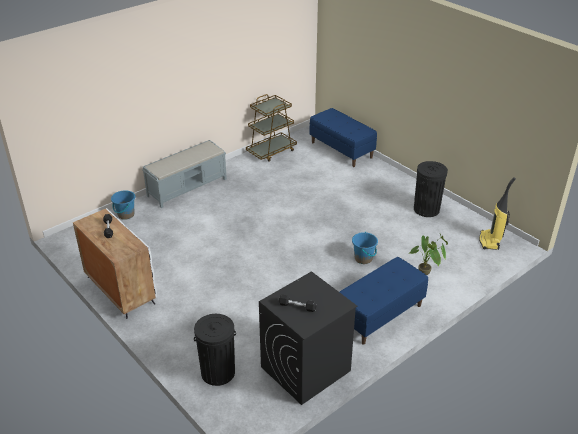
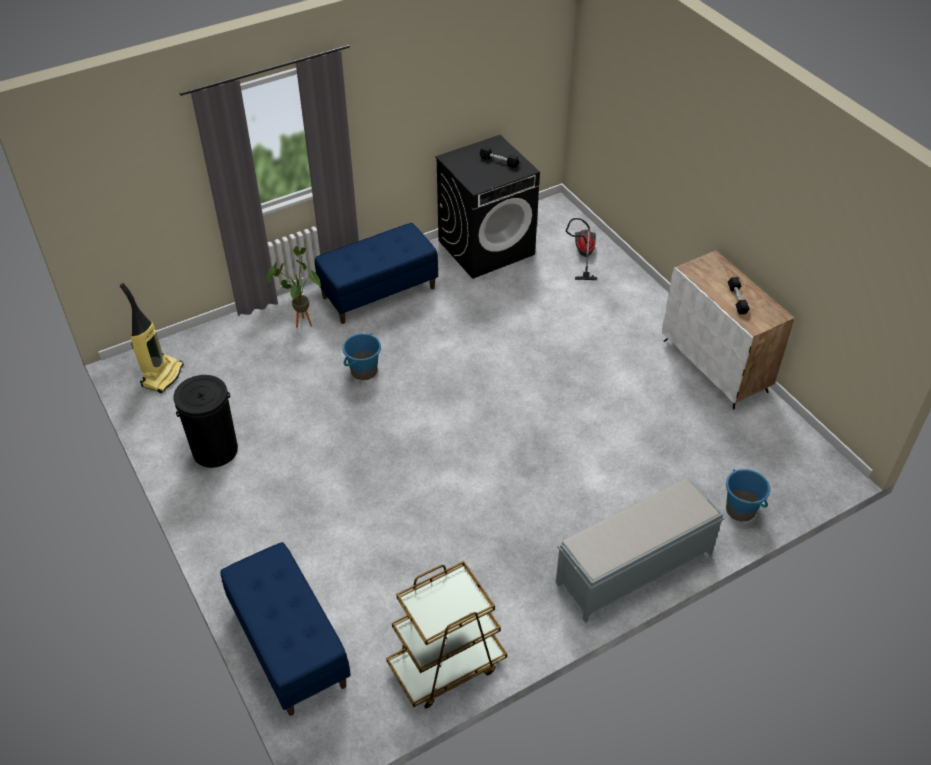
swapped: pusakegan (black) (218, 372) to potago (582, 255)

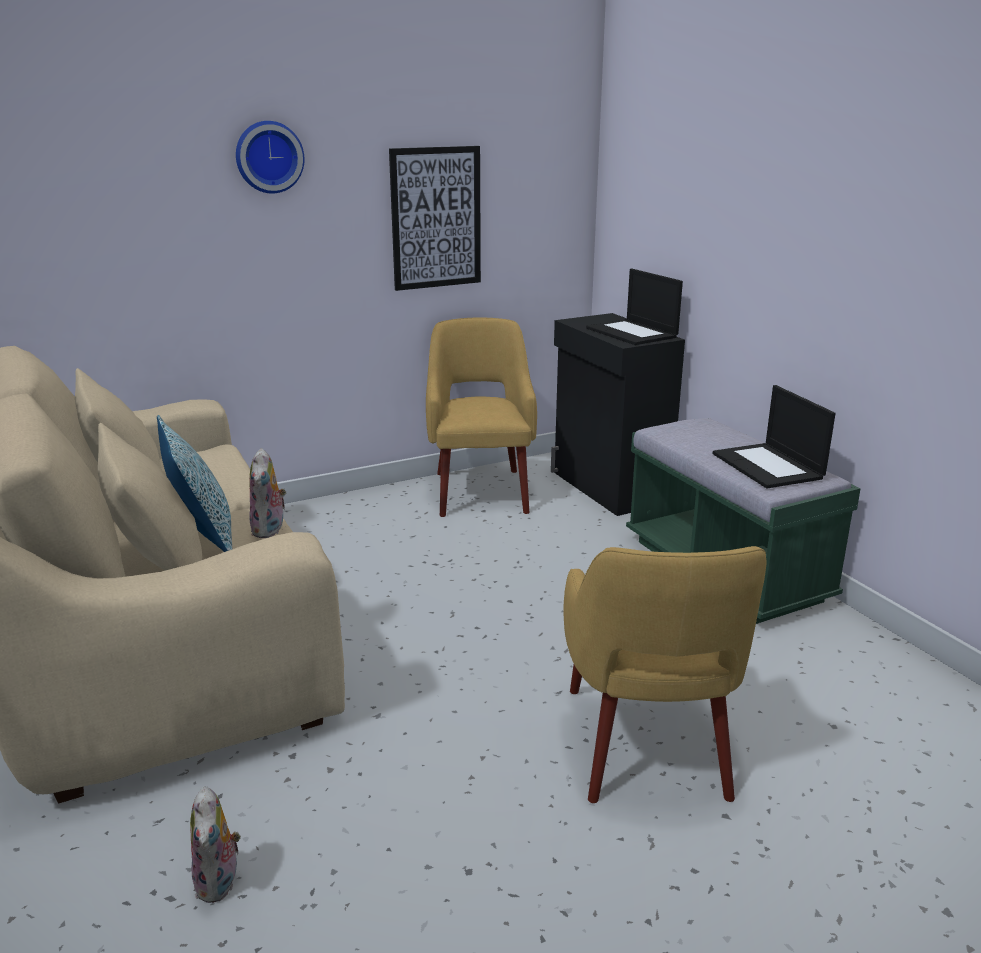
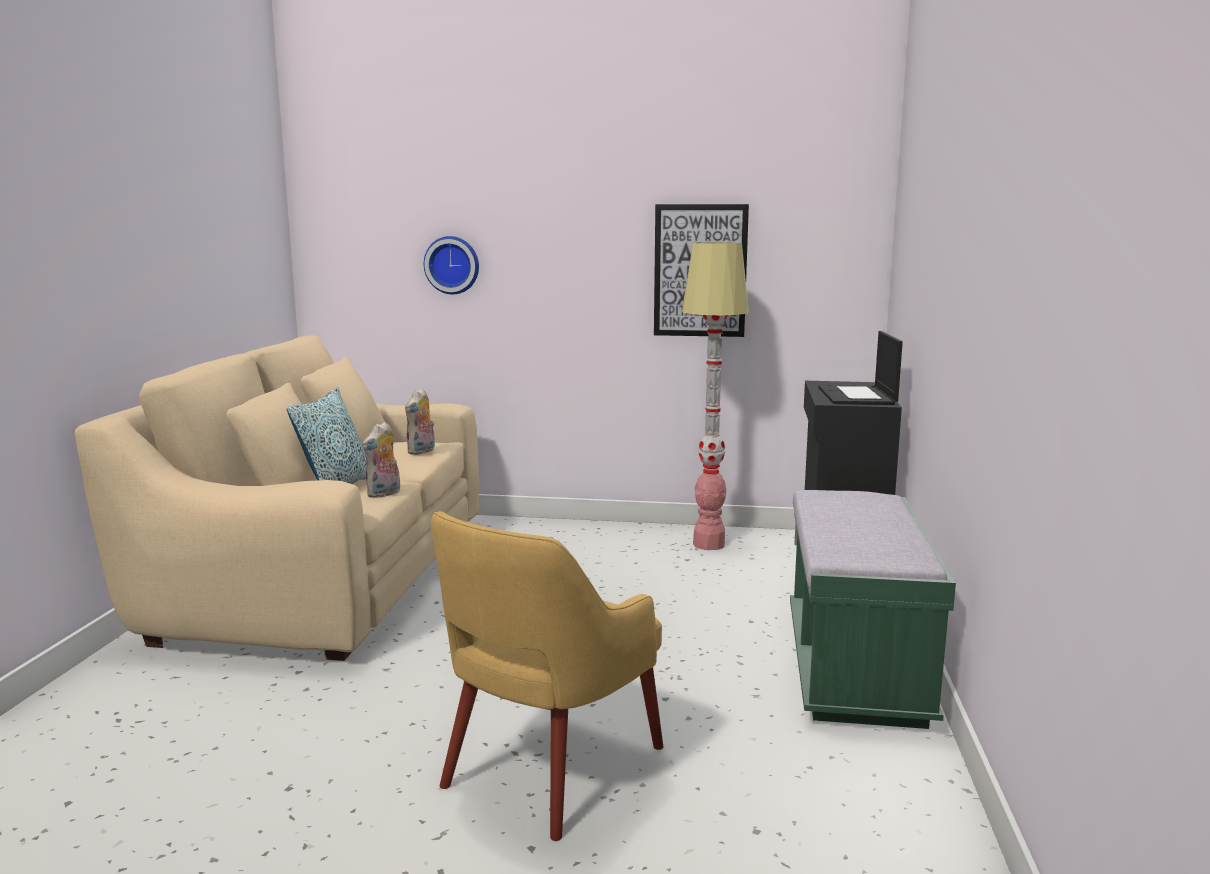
gone: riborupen (769, 466)
shifted: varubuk (220, 882) to (422, 451); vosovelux (268, 157) to (452, 265)
swapped: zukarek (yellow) (480, 490) to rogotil (708, 544)

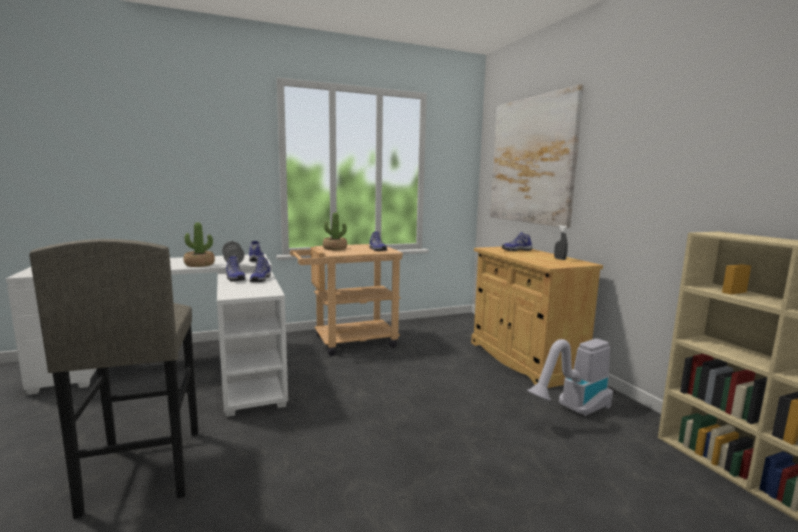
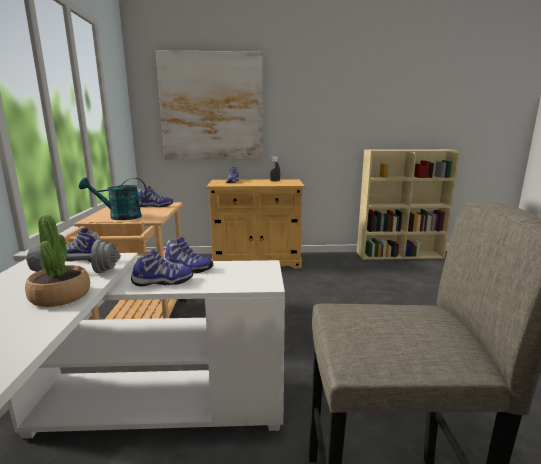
gone: potago (573, 411)
swapped: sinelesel (335, 249) to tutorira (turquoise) (119, 217)

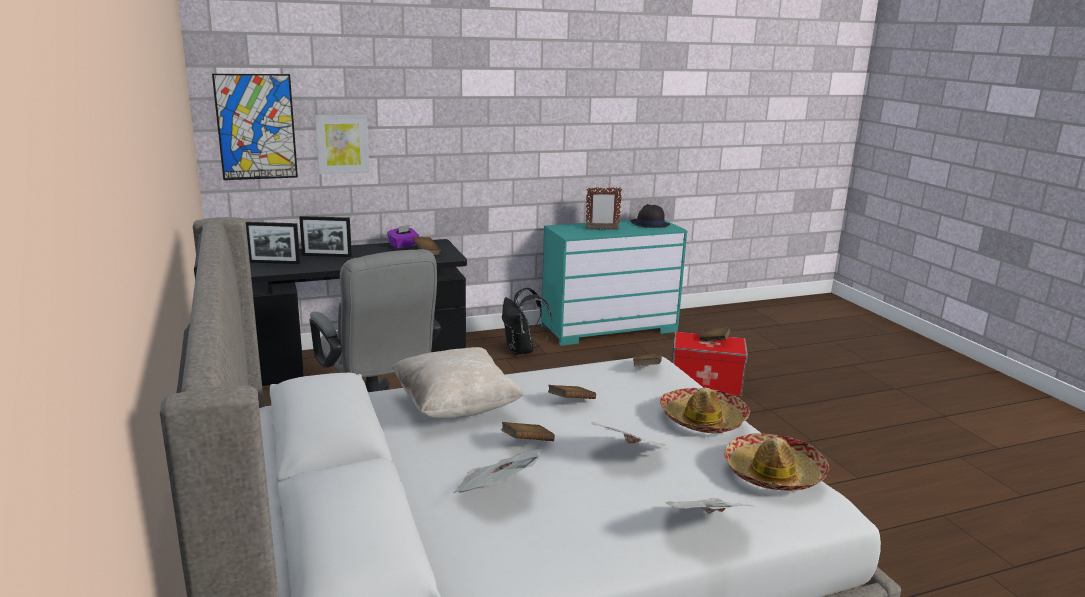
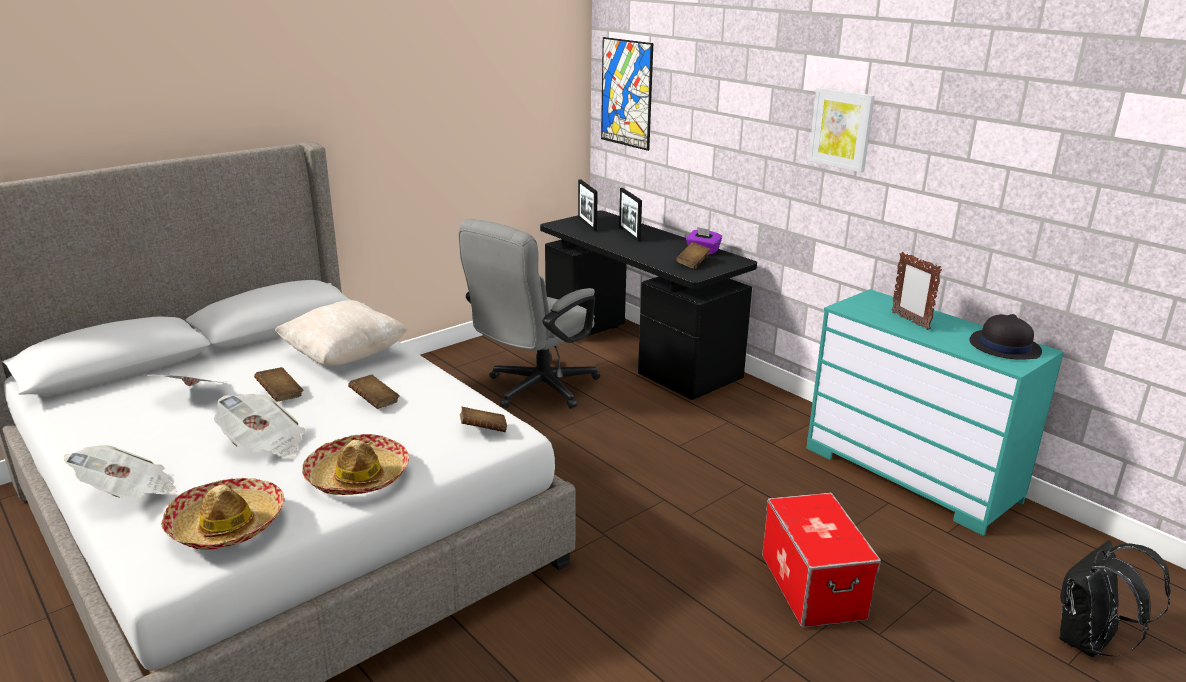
gone: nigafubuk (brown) (714, 341)
shifted: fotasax (342, 144) to (841, 129); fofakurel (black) (522, 350) to (1088, 643)

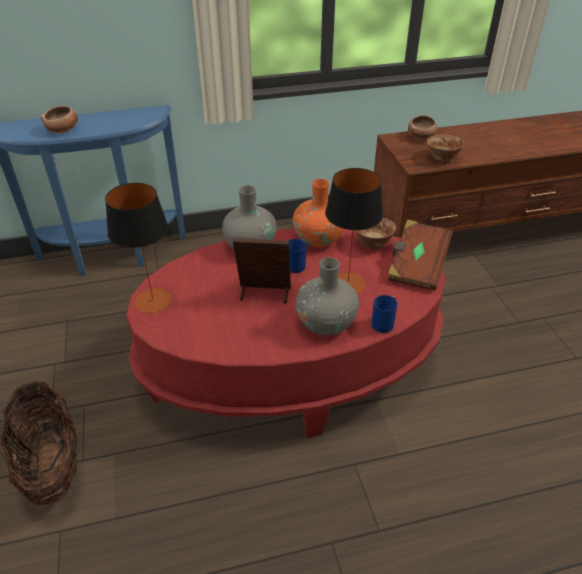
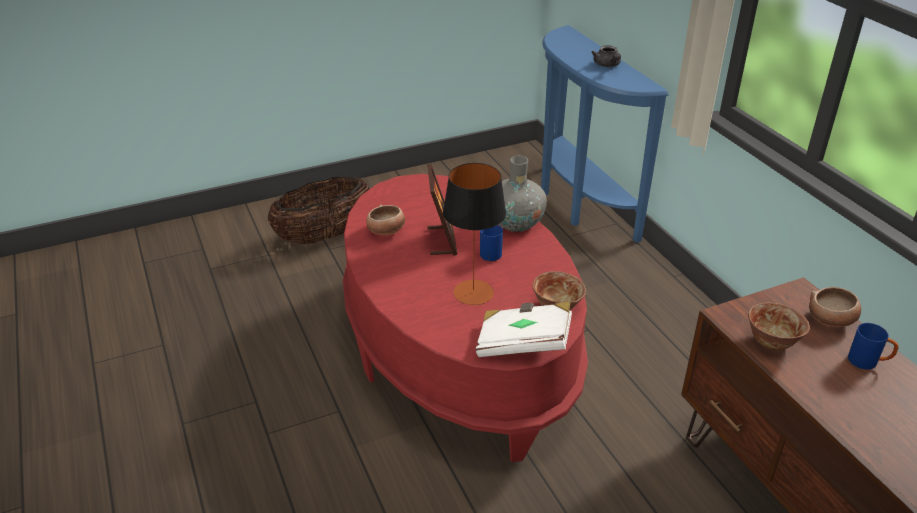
gone: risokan (153, 301); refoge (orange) (318, 239); refoge (grey) (326, 323)
new: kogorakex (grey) (607, 65)
shifted: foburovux (63, 130) to (386, 231); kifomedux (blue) (384, 322) to (868, 362)
repainted: nigafubuk (brown) (416, 266) to nigafubuk (white) (523, 344)

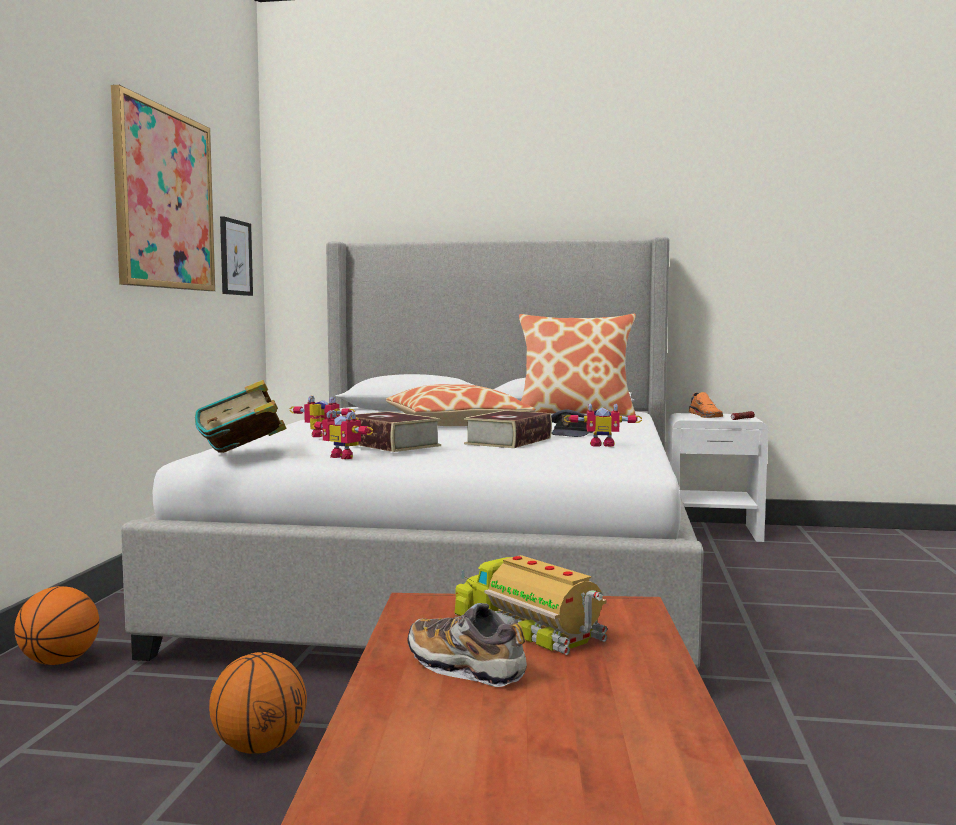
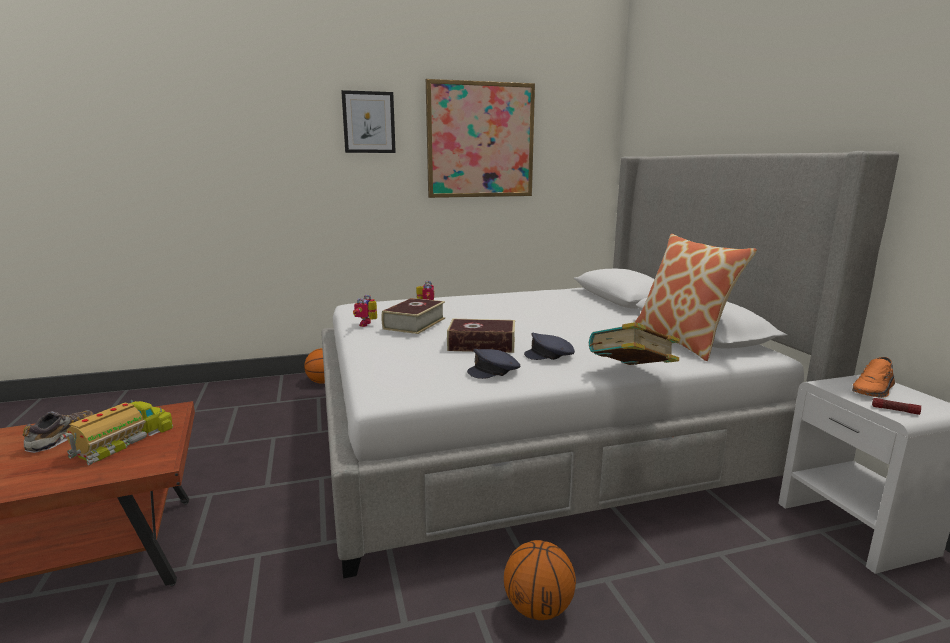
gone: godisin (457, 423)
shifted: nigafubuk (243, 456) to (630, 374); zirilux (259, 747) to (538, 608); fotasax (235, 257) to (368, 122)
swapped: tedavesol (602, 445) to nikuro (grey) (495, 371)

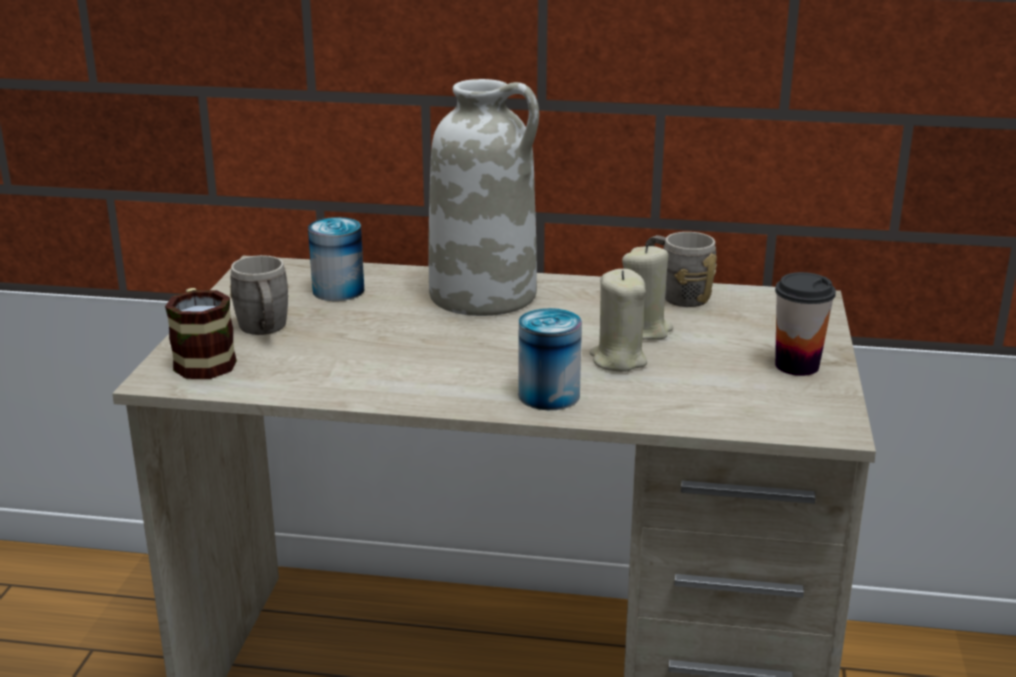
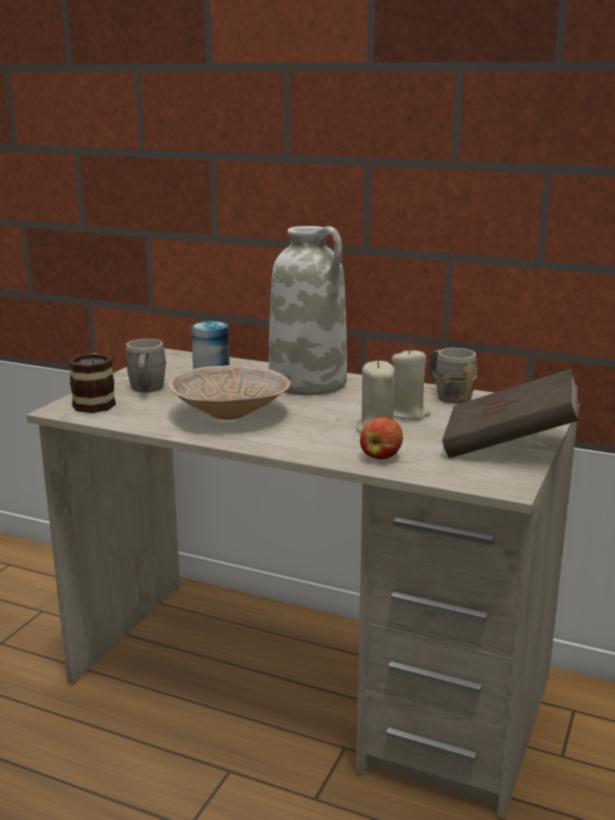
gone: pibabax (549, 395)
new: foburovux (beige) (231, 414); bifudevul (381, 456)
swapped: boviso (797, 365) to nigafubuk (brown) (508, 446)

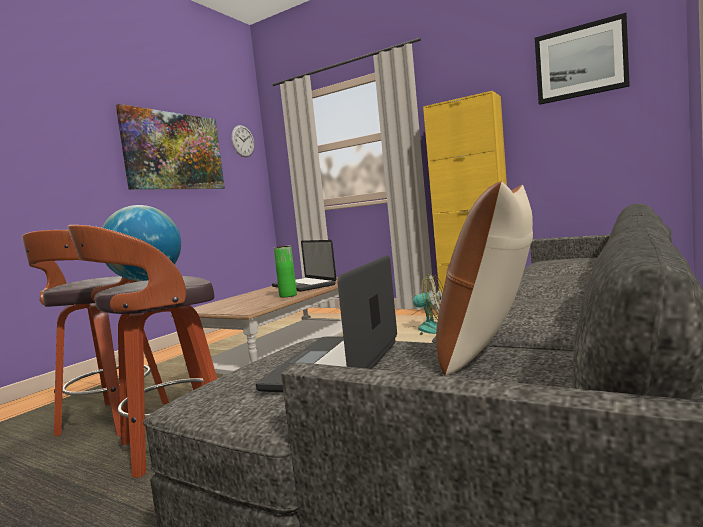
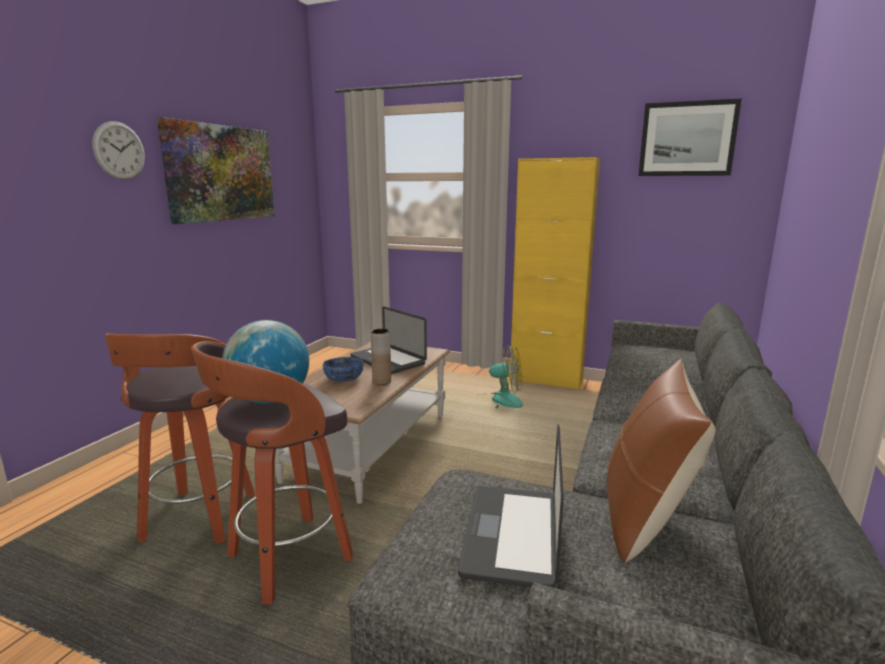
new: foburovux (blue) (344, 378)
shifted: vosovelux (243, 141) to (119, 150)
repainted: refoge (green) (288, 295) to refoge (brown) (381, 381)

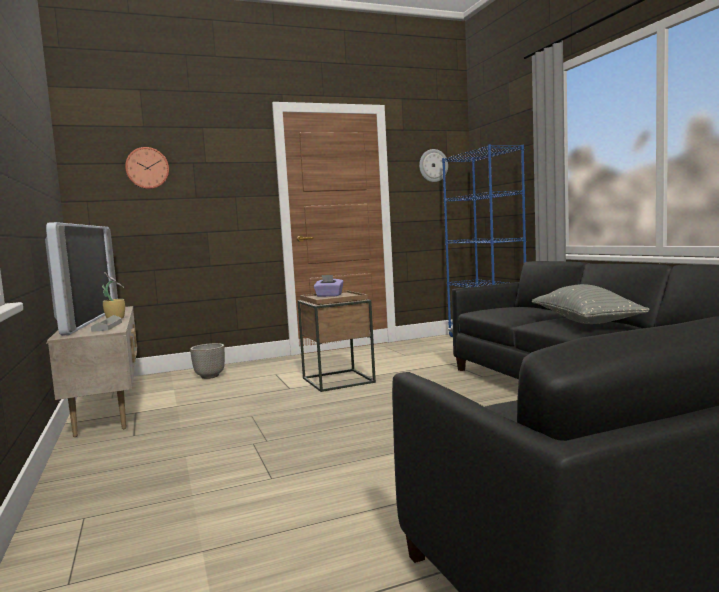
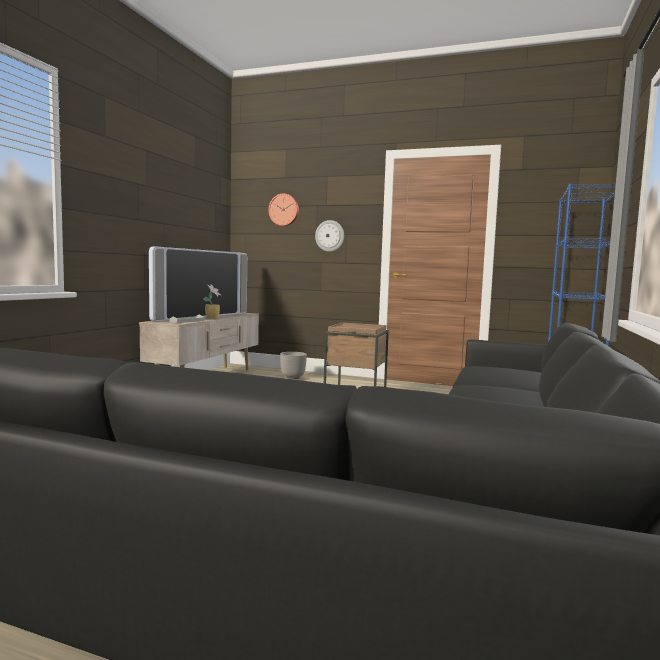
gone: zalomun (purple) (329, 295); godisin (grey) (585, 322)
shifted: vosovelux (433, 165) to (330, 236)

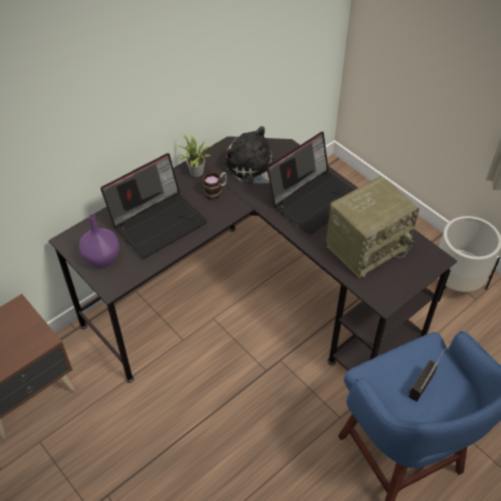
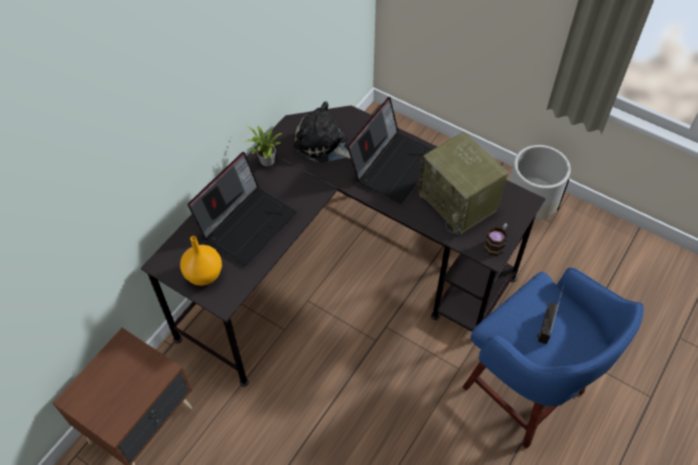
shifted: kifomedux (216, 191) to (496, 244)
repainted: refoge (purple) (103, 259) to refoge (orange) (205, 275)
rotated: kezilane (367, 246) = (459, 203) 105 degrees clockwise

